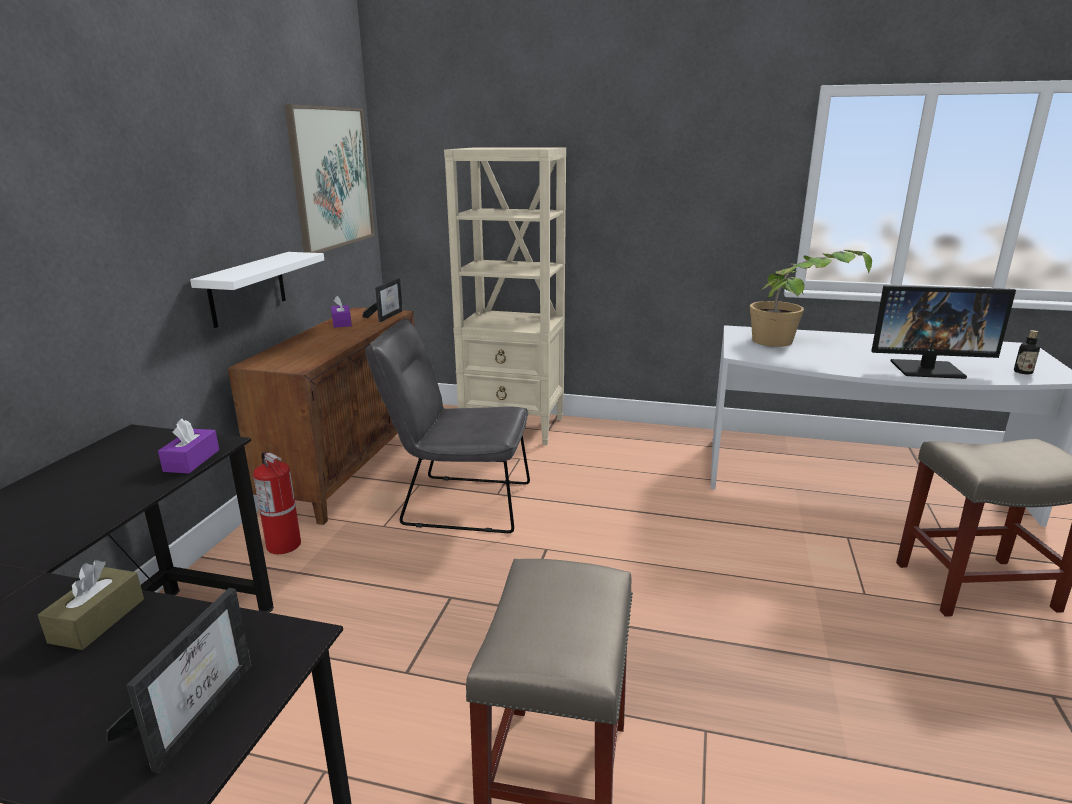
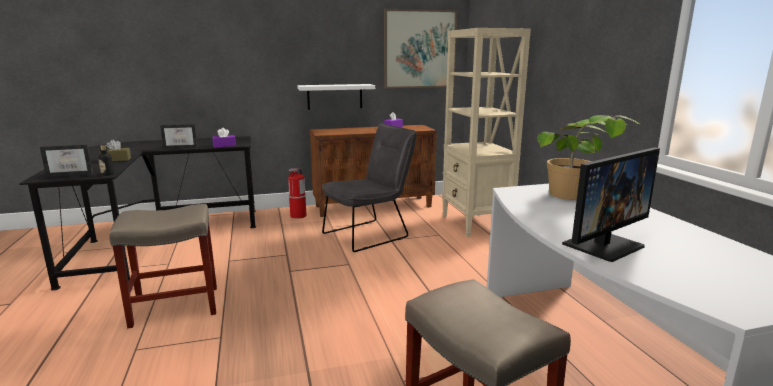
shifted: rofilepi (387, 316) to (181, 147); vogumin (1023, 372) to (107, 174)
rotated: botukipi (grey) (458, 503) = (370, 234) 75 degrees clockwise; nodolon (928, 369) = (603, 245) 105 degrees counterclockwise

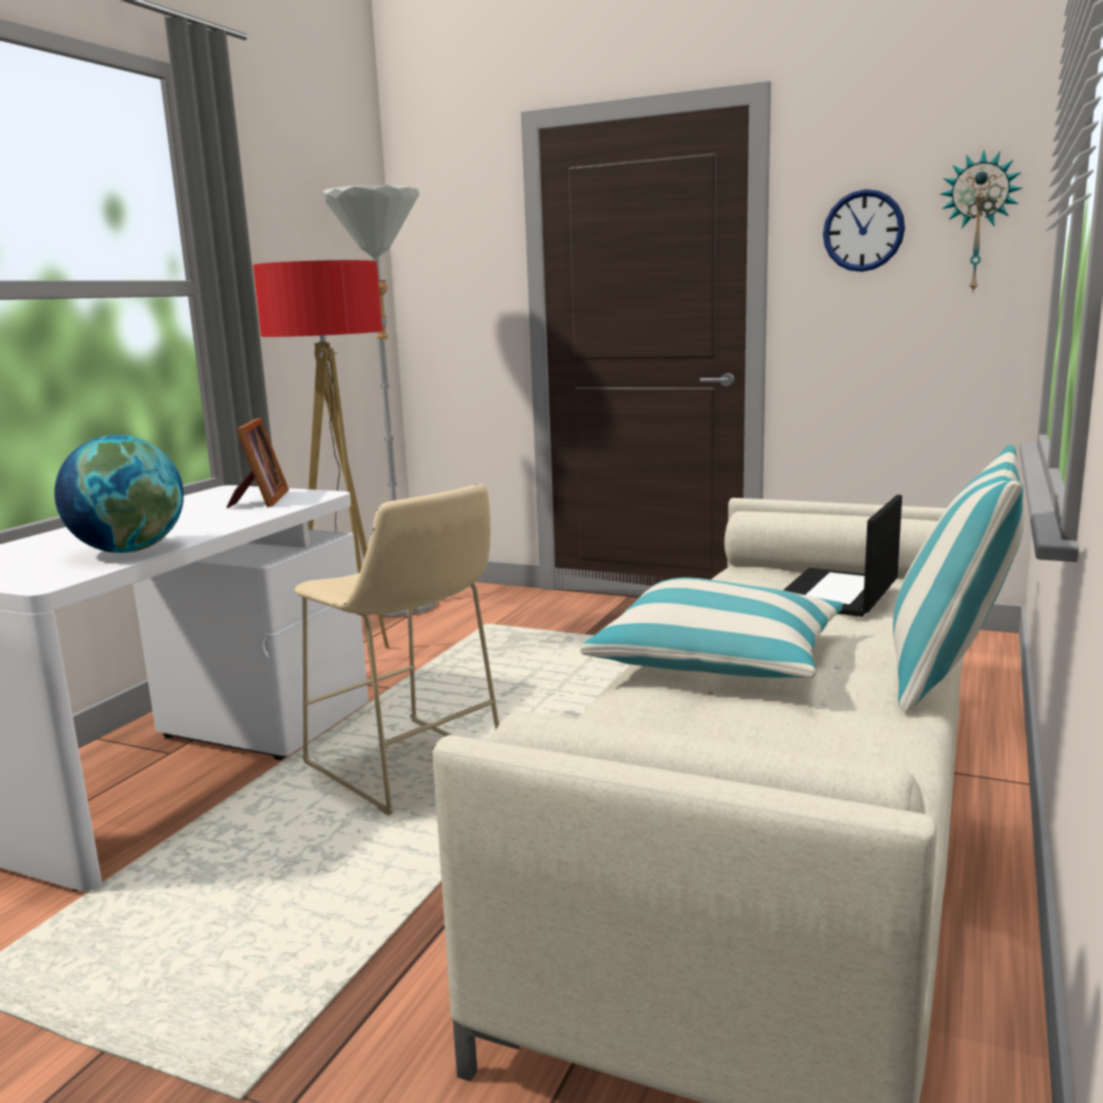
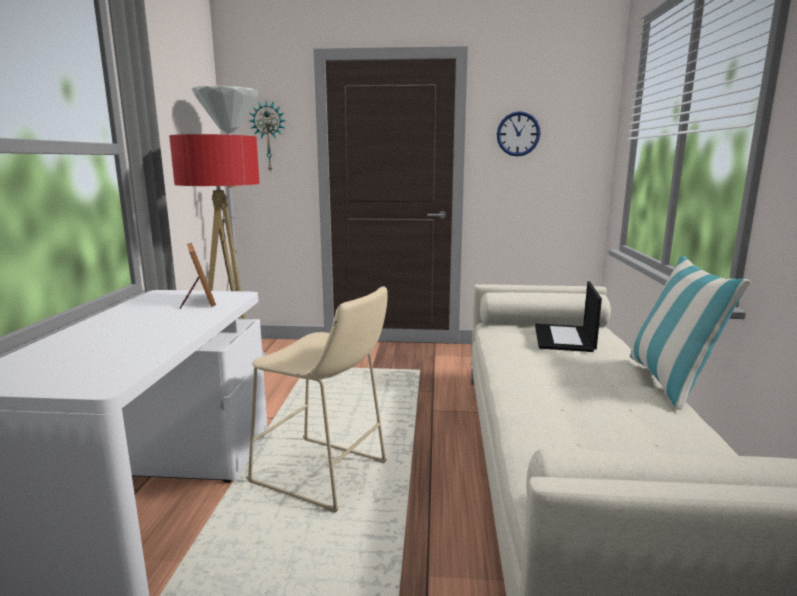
gone: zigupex (129, 550); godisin (718, 660)
shifted: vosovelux (978, 223) to (269, 137)

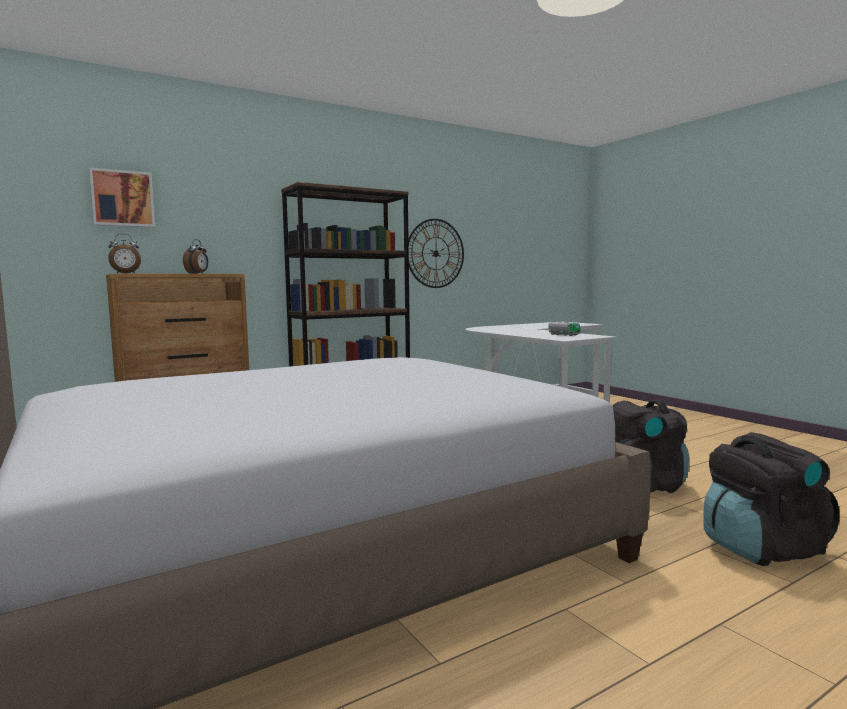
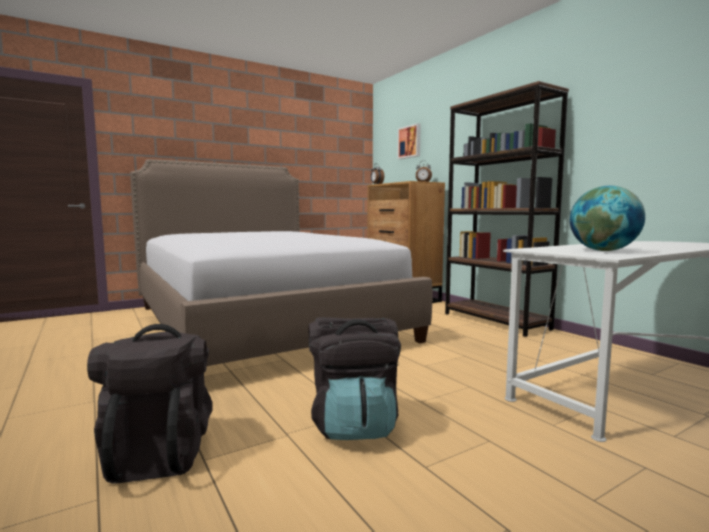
gone: vosovelux (435, 253)
swapped: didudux (563, 335) to zigupex (603, 250)

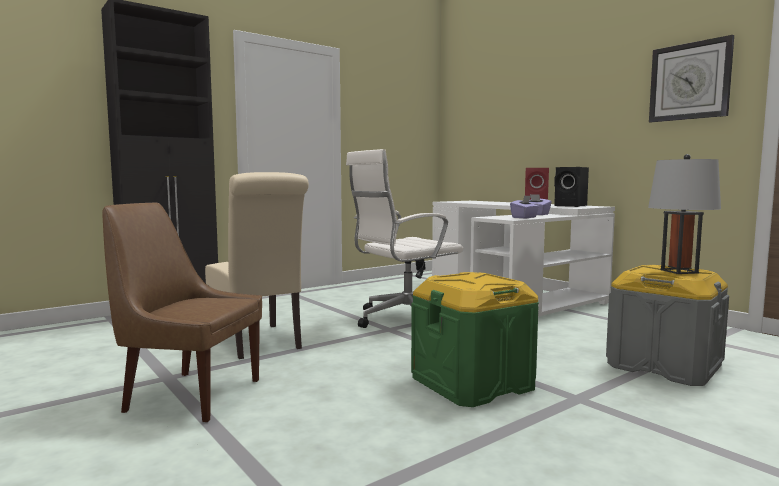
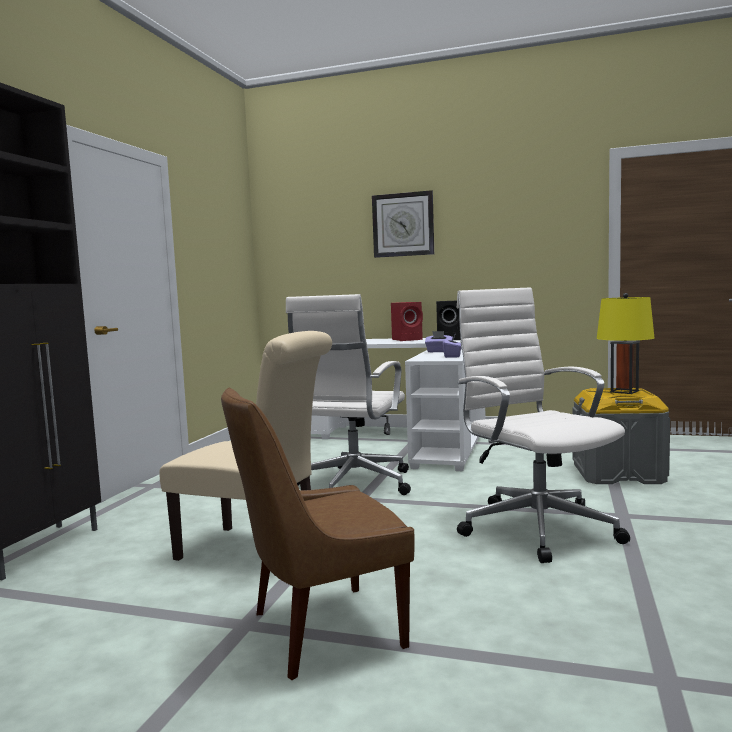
shifted: vosovelux (689, 81) to (403, 224)
swapped: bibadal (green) (472, 383) to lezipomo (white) (536, 527)
repainted: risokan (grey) (679, 271) to risokan (yellow) (624, 391)

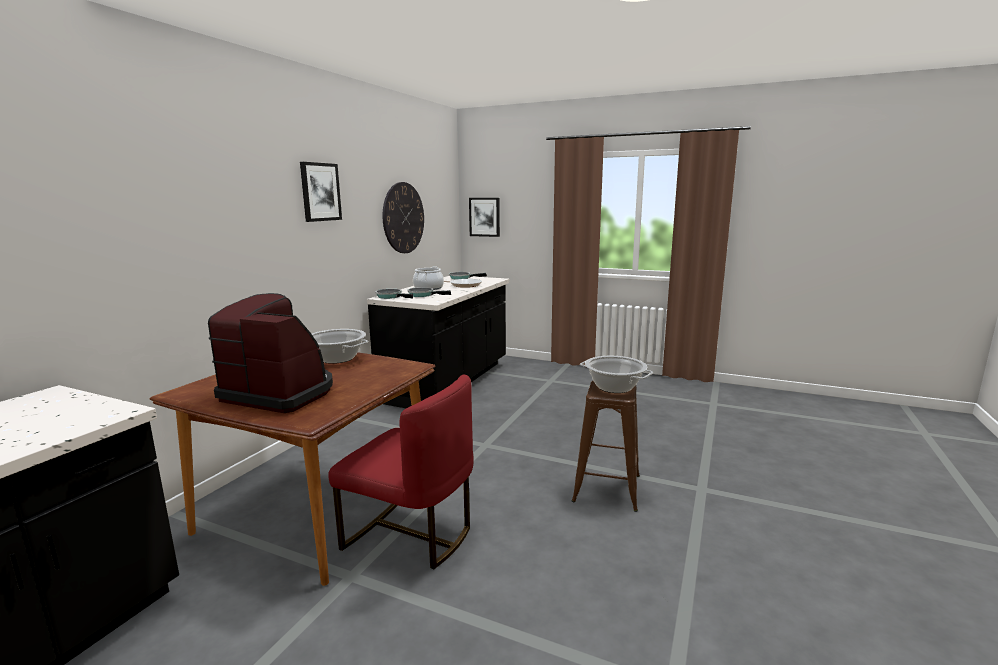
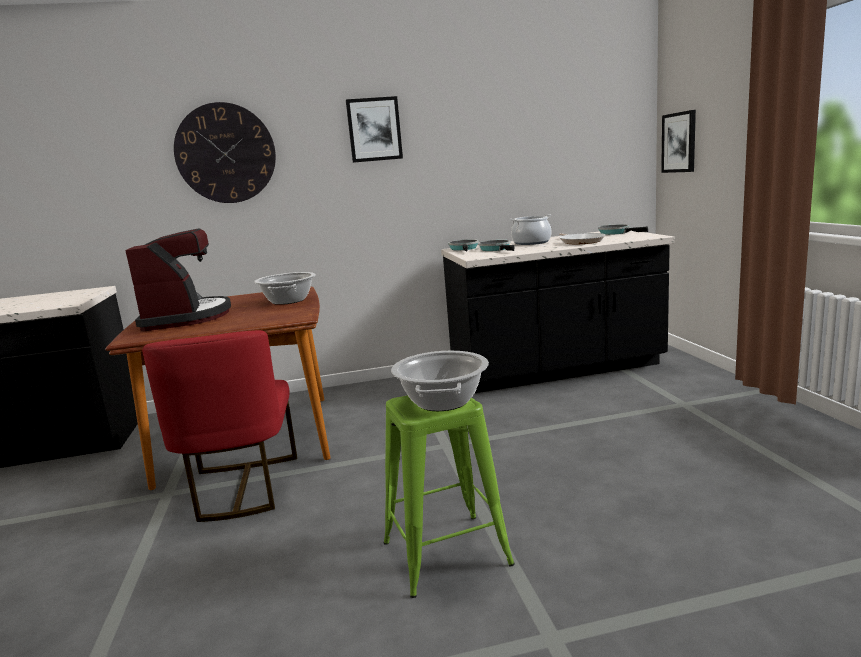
shifted: vosovelux (403, 218) to (225, 153)
repainted: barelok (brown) (607, 488) to barelok (green) (447, 553)

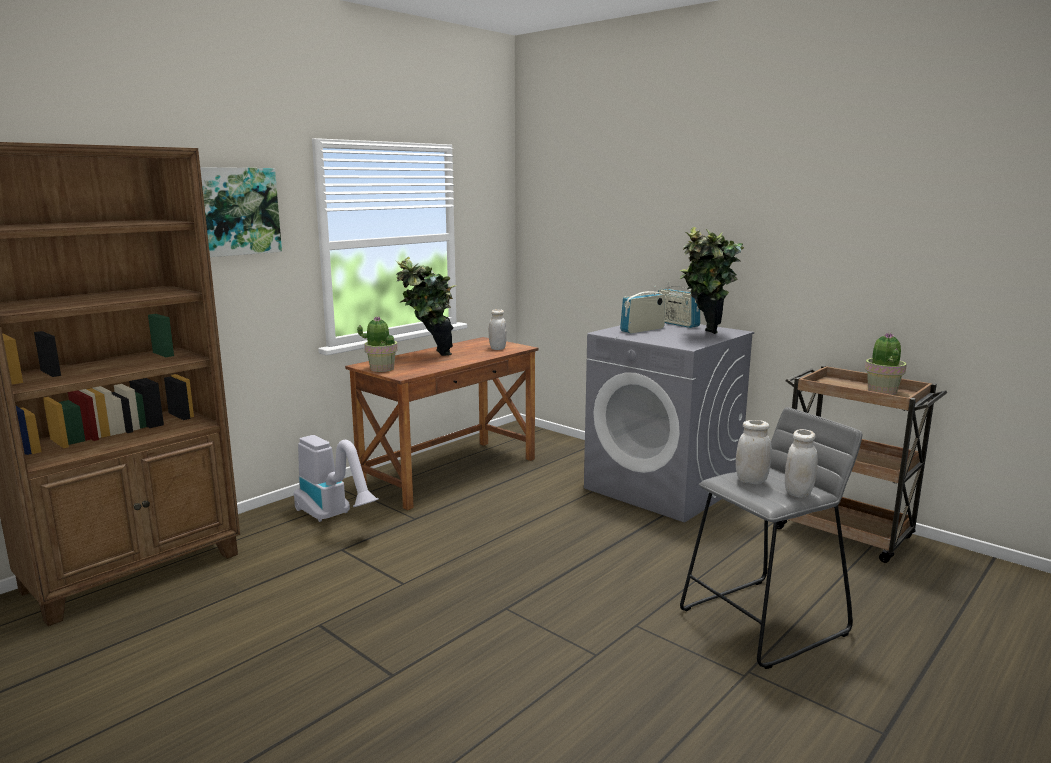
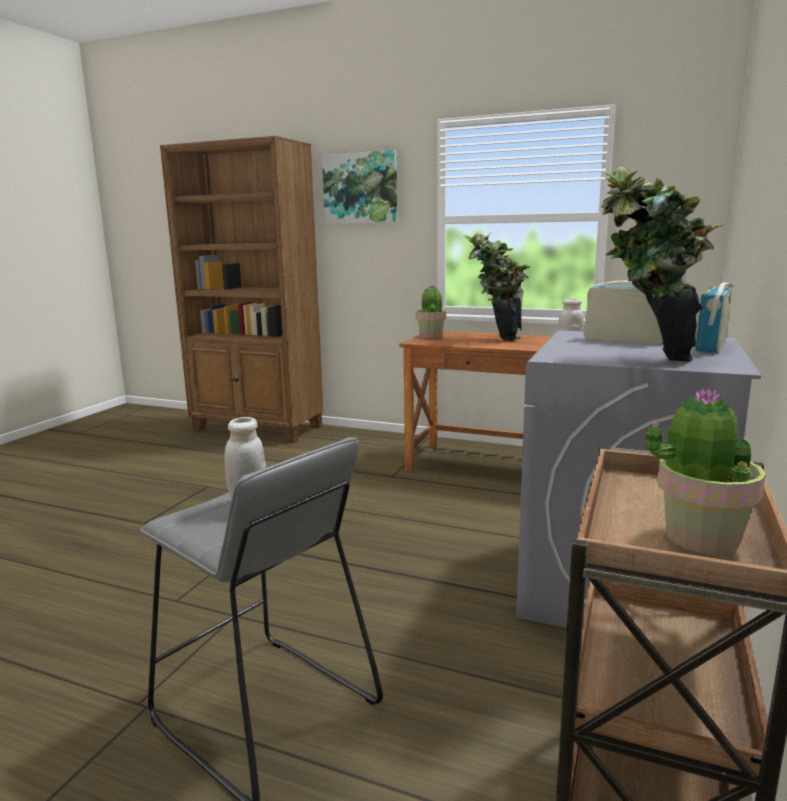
gone: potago (334, 517); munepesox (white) (798, 493)

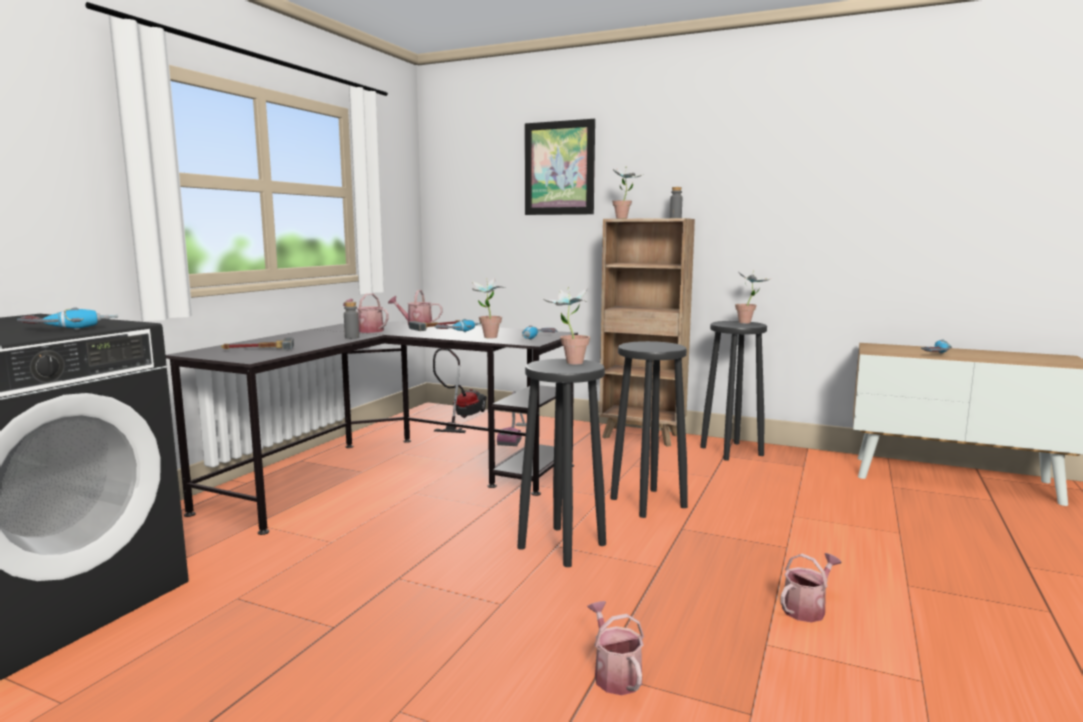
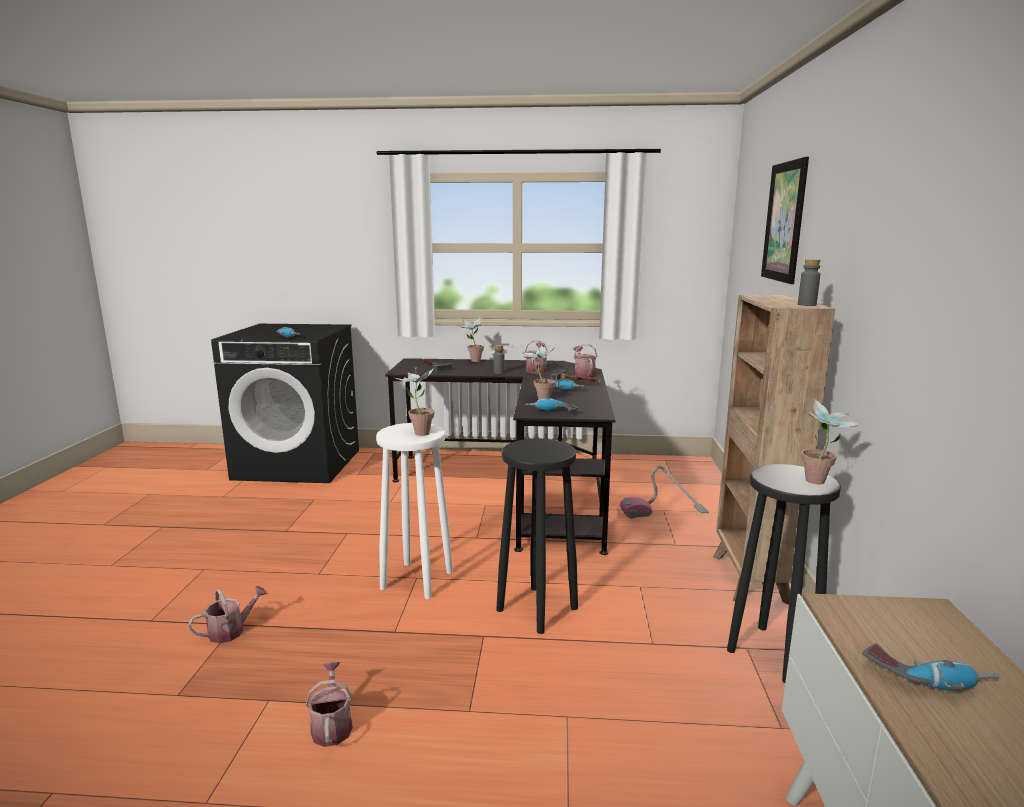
gone: potago (461, 417)
shifted: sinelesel (624, 218) to (473, 361)
repainted: barelok (black) (563, 545) to barelok (white) (418, 580)
rotated: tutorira (807, 608) = (332, 725) 135 degrees counterclockwise

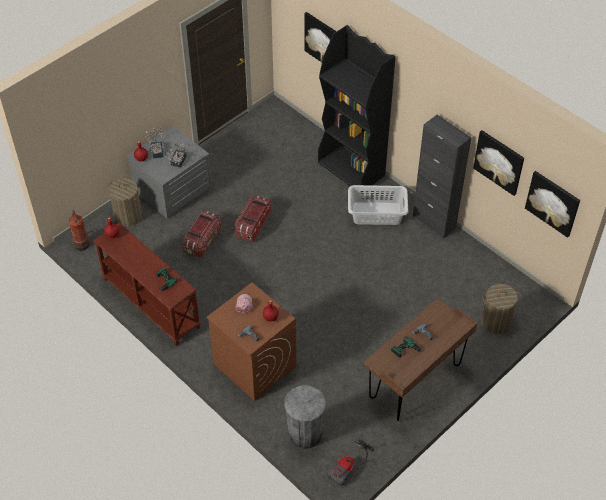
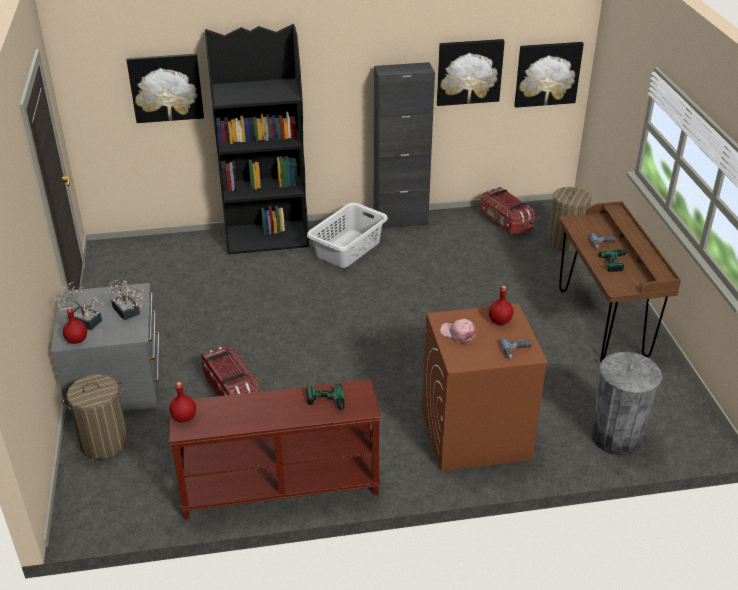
gone: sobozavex (82, 244); potago (349, 468)
shifted: bibadal (253, 225) to (504, 222)

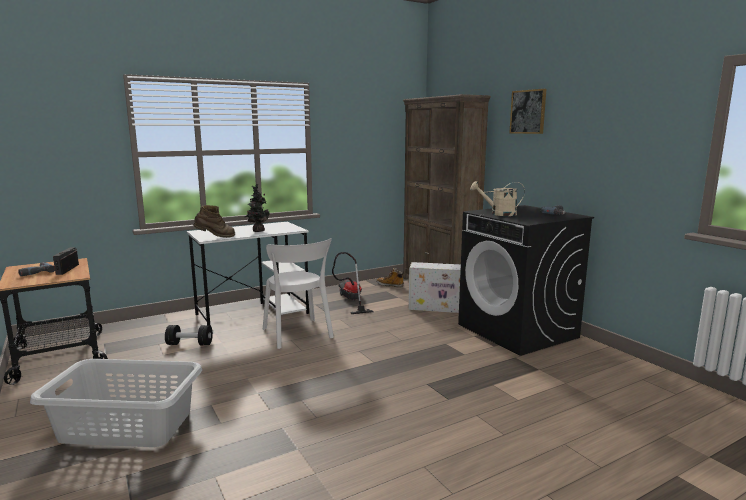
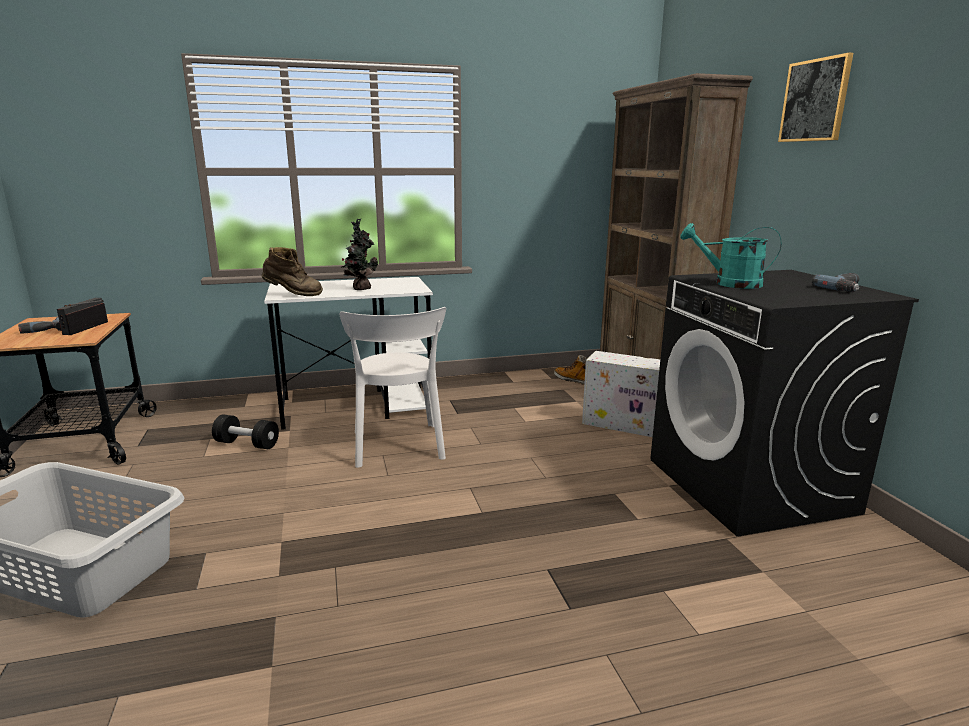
gone: potago (351, 300)
repainted: tutorira (beige) (498, 214) to tutorira (turquoise) (729, 283)

